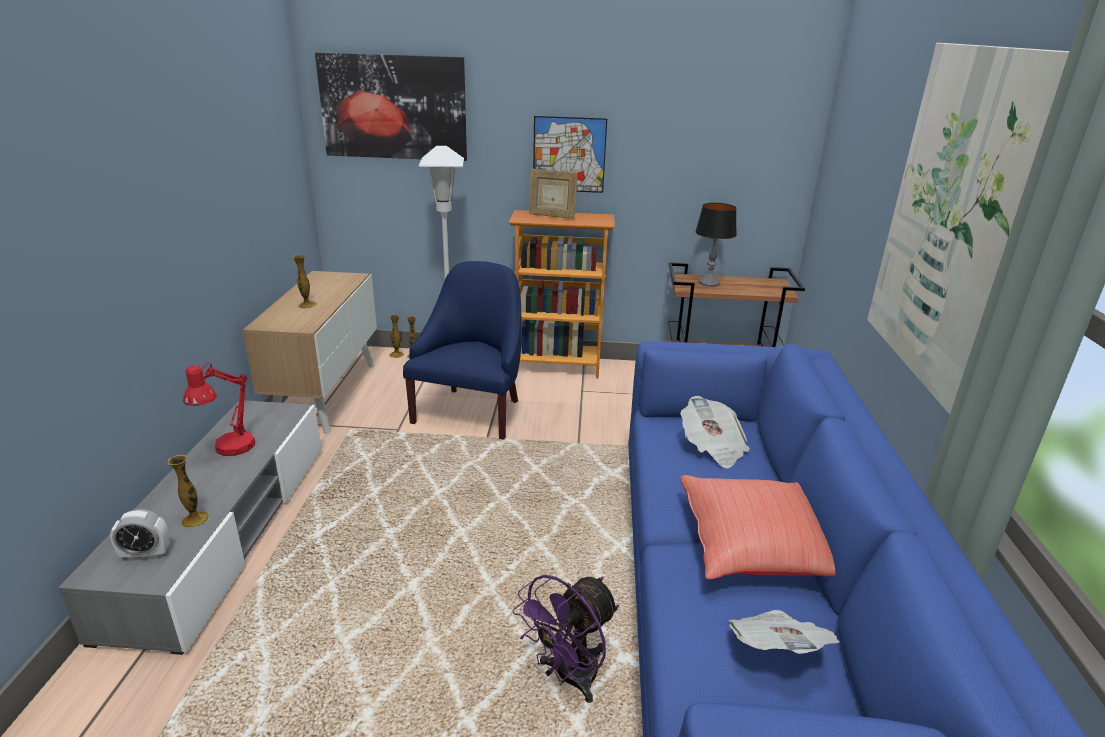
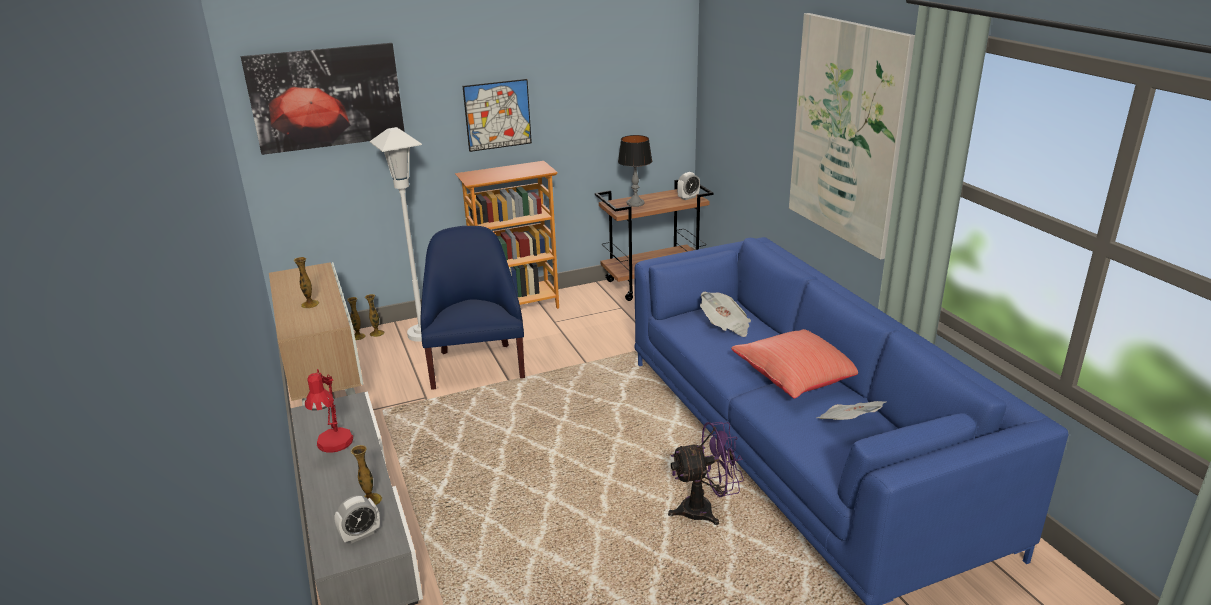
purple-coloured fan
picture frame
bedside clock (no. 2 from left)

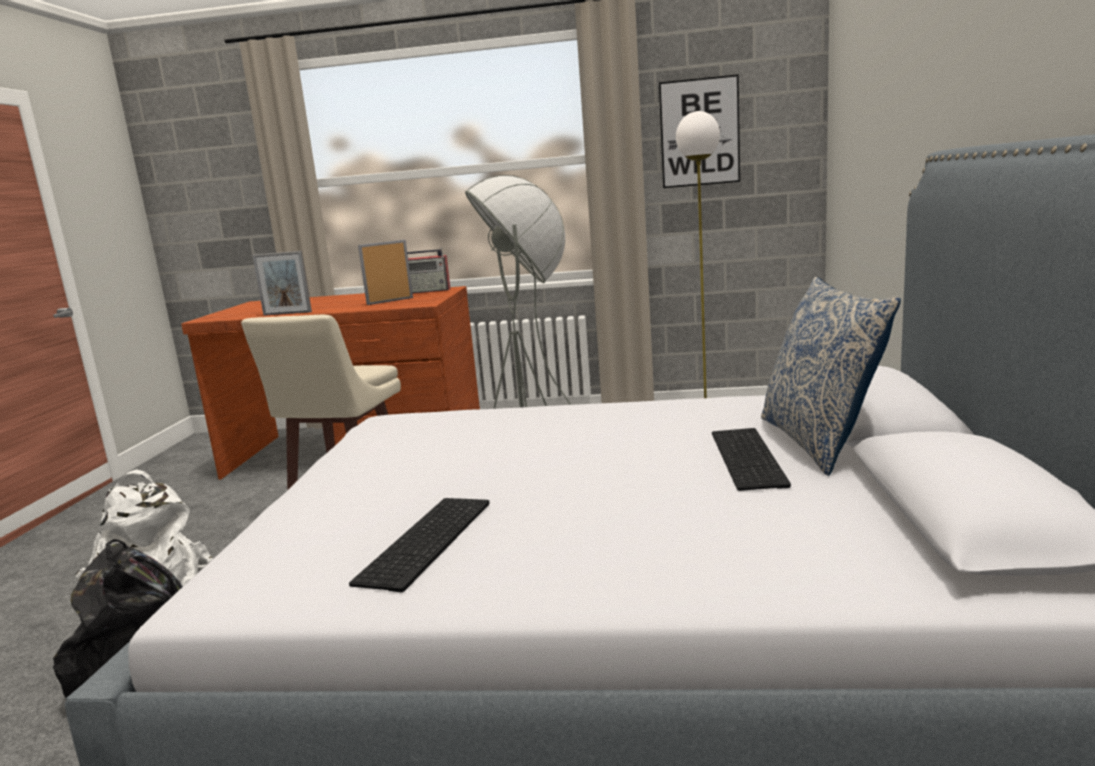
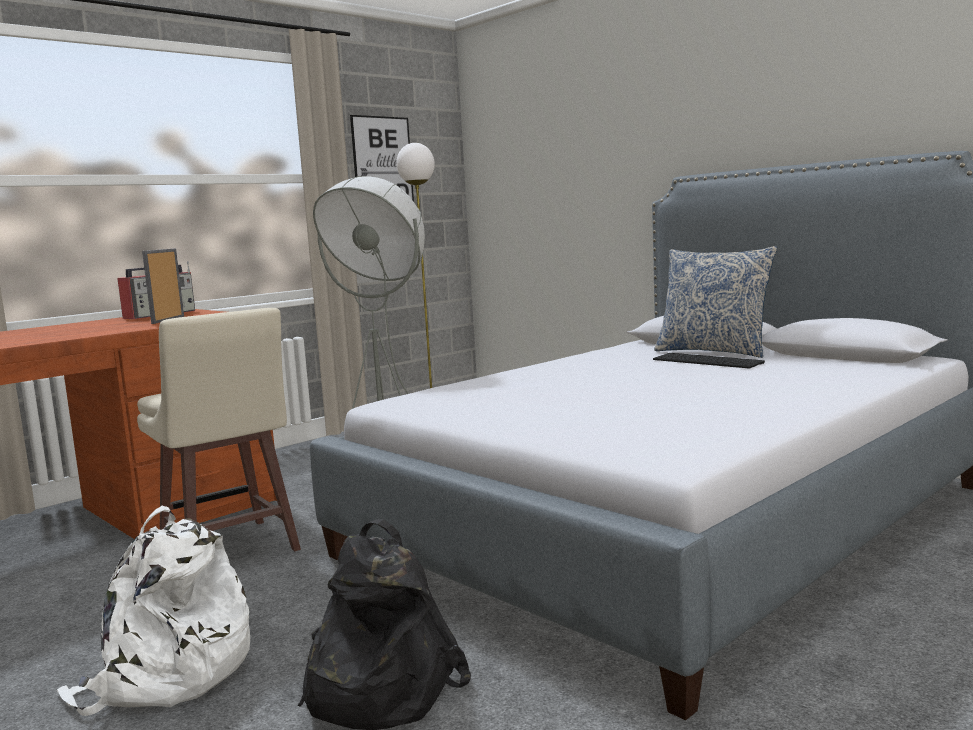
picture frame (no. 1 from left in the first image)
PC keyboard (no. 1 from left in the first image)

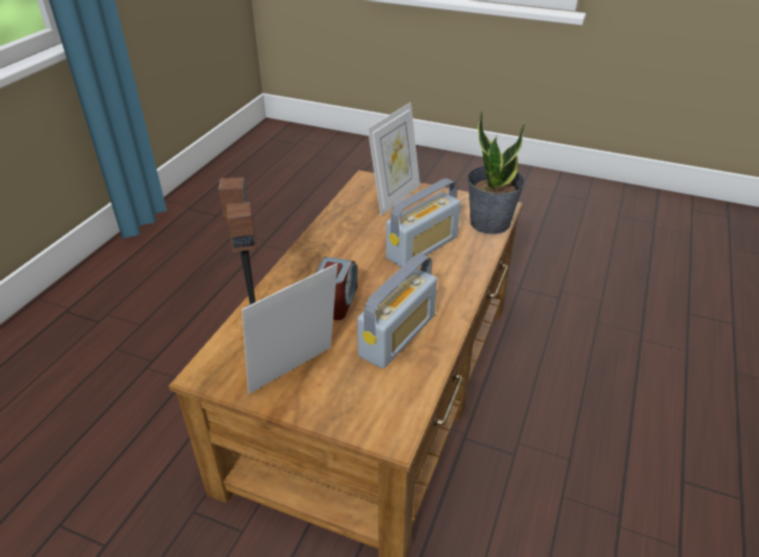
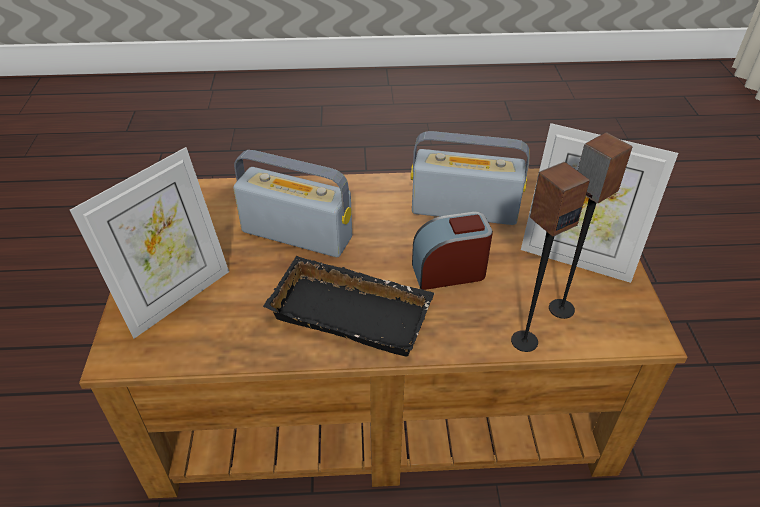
picture frame (no. 1 from left)
potted plant
blackish carrying tray

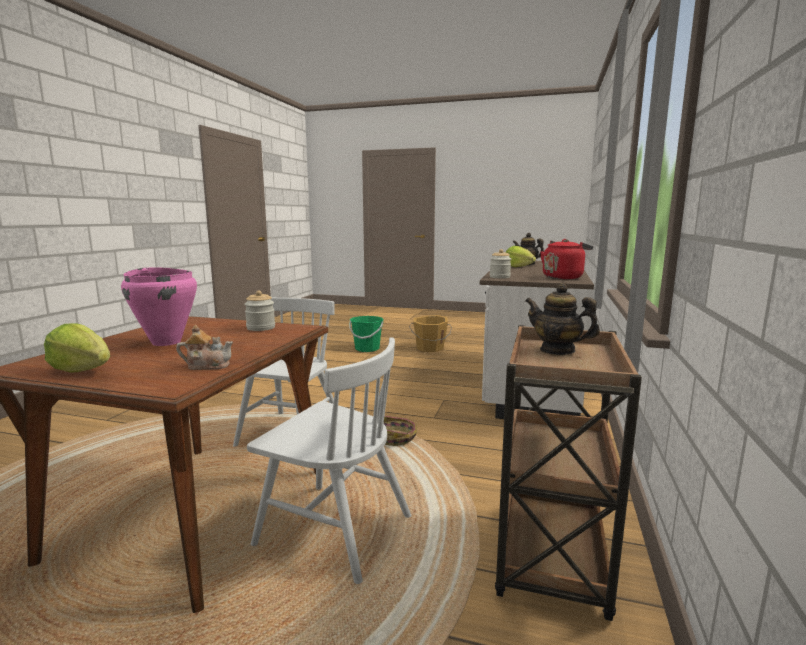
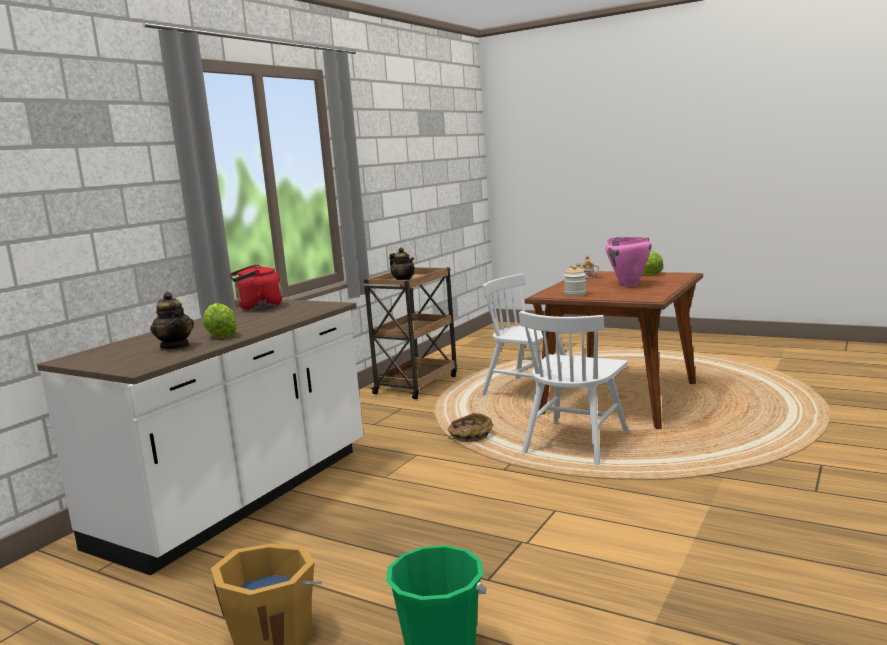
storage jar (no. 2 from left in the first image)

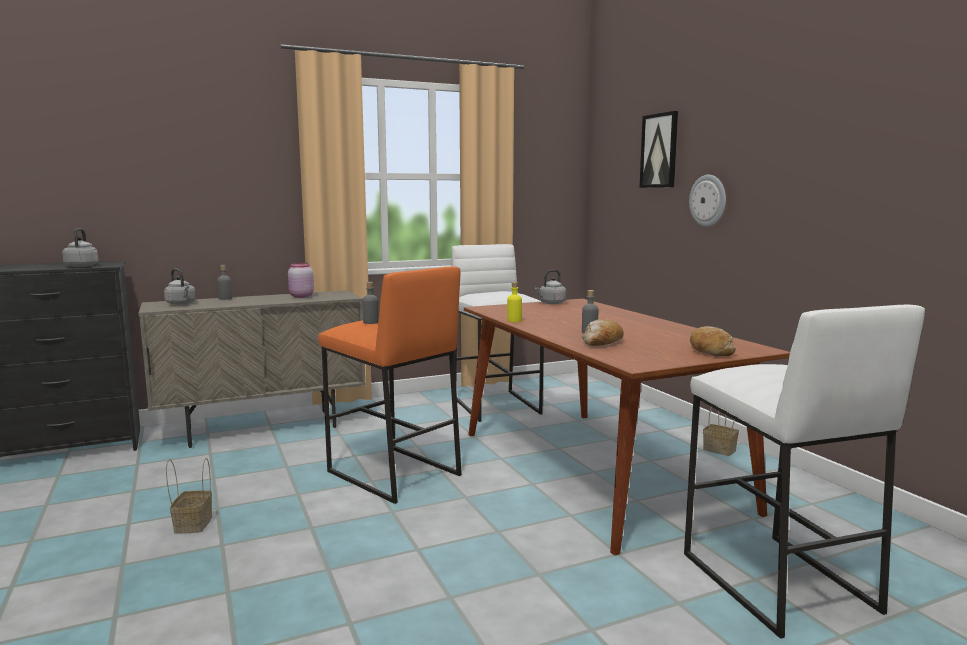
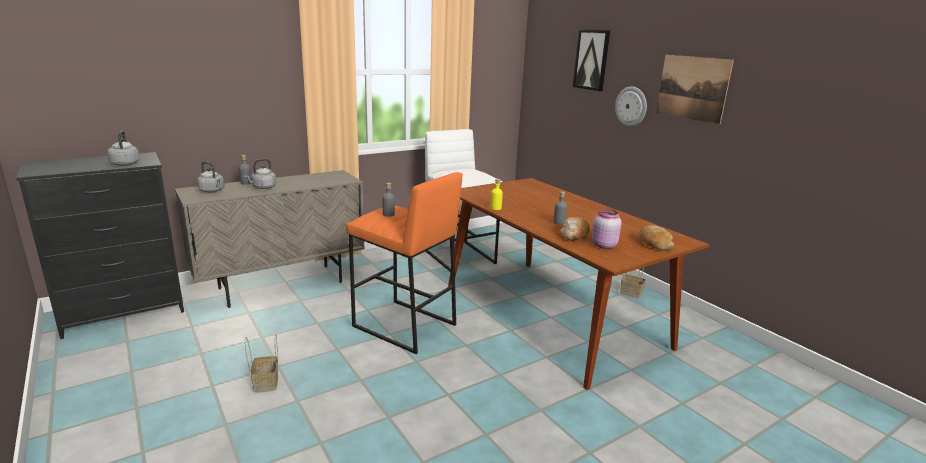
pink-coloured storage jar
greyish water kettle (no. 3 from left)
whitish stool (no. 2 from left in the first image)
picture (no. 2 from left)

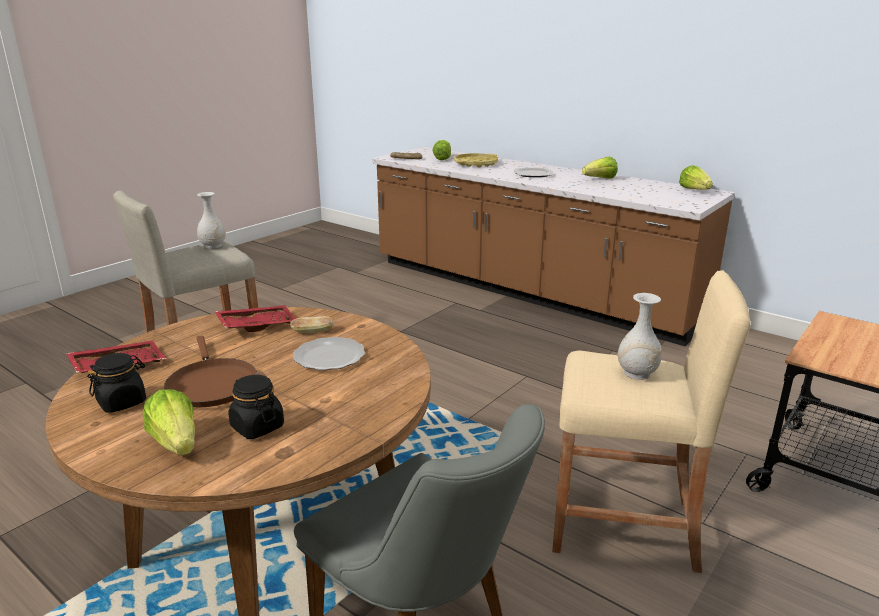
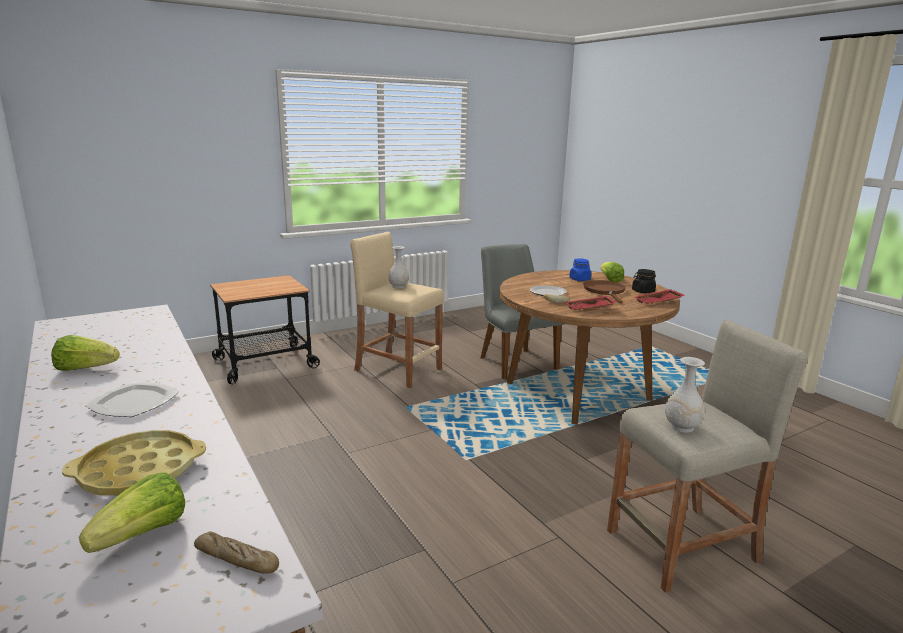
blue storage jar
head of lettuce (no. 4 from left in the first image)

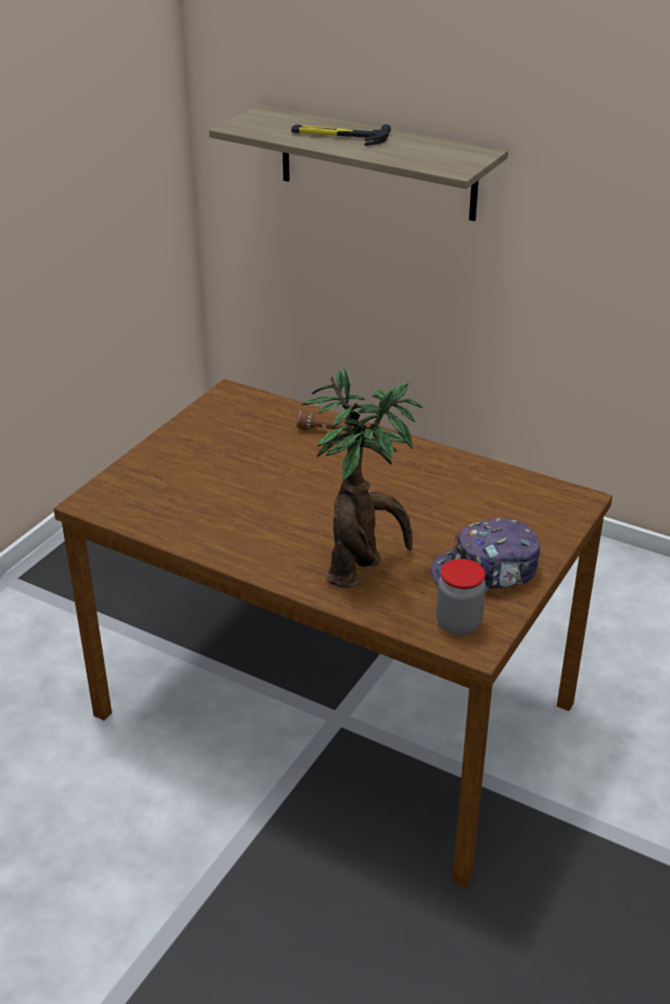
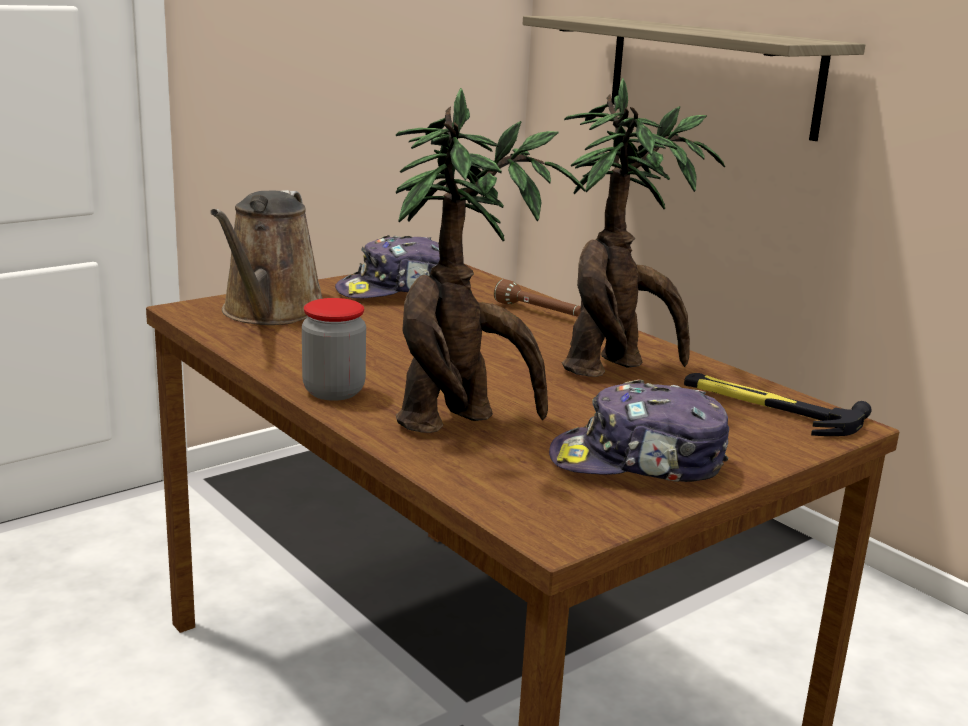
hammer
storage jar
brown-coloured sprinkling can
peaked cap (no. 1 from left)
potted plant (no. 2 from left)

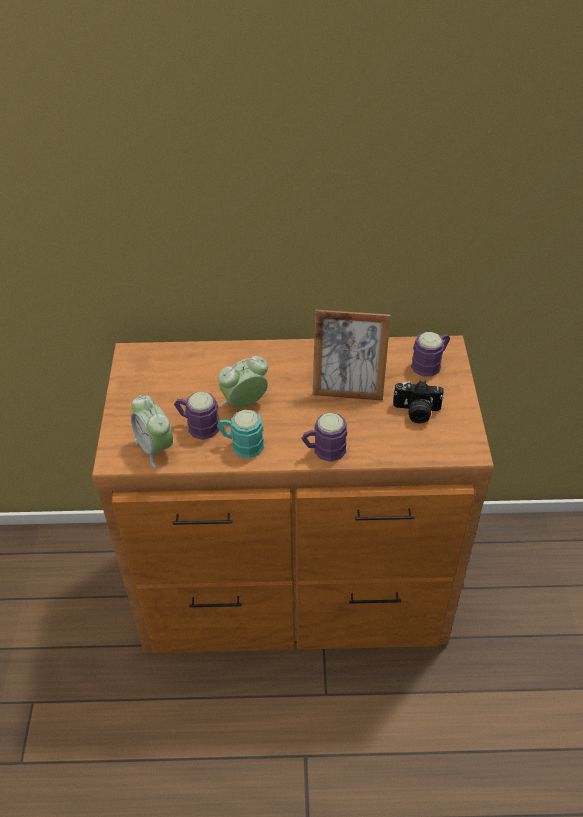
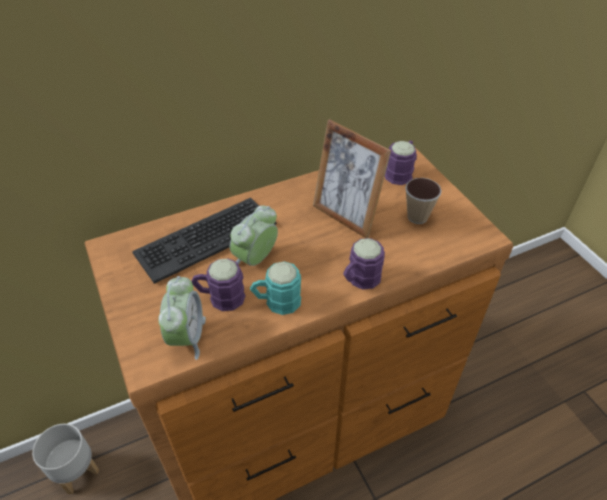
bedside clock (no. 1 from left)
picture frame
small cup
greyish flower pot
PC keyboard

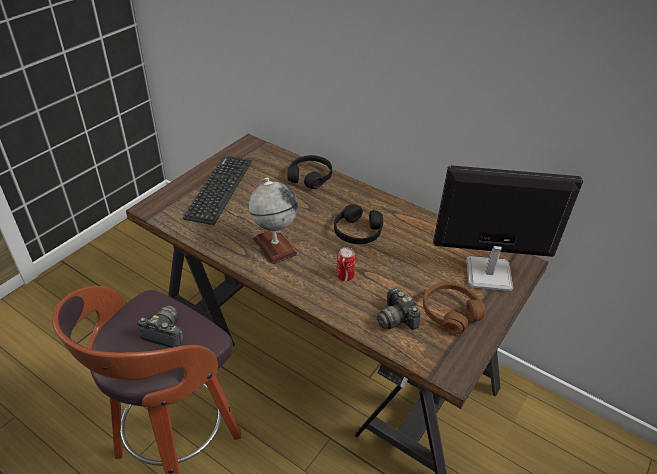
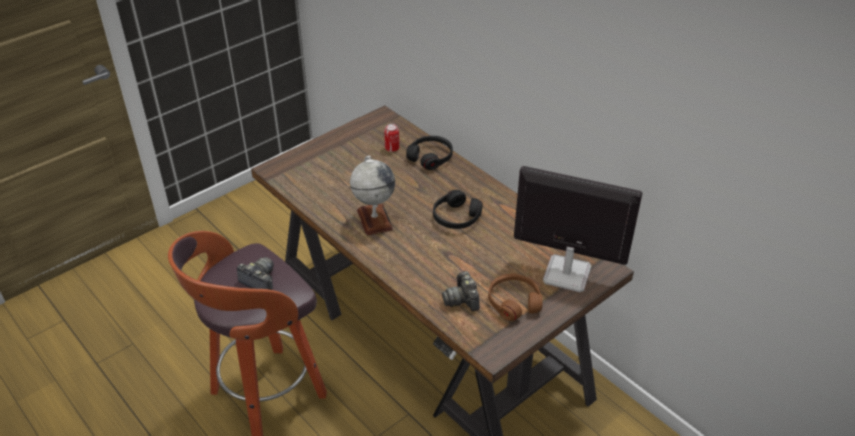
PC keyboard
metal can

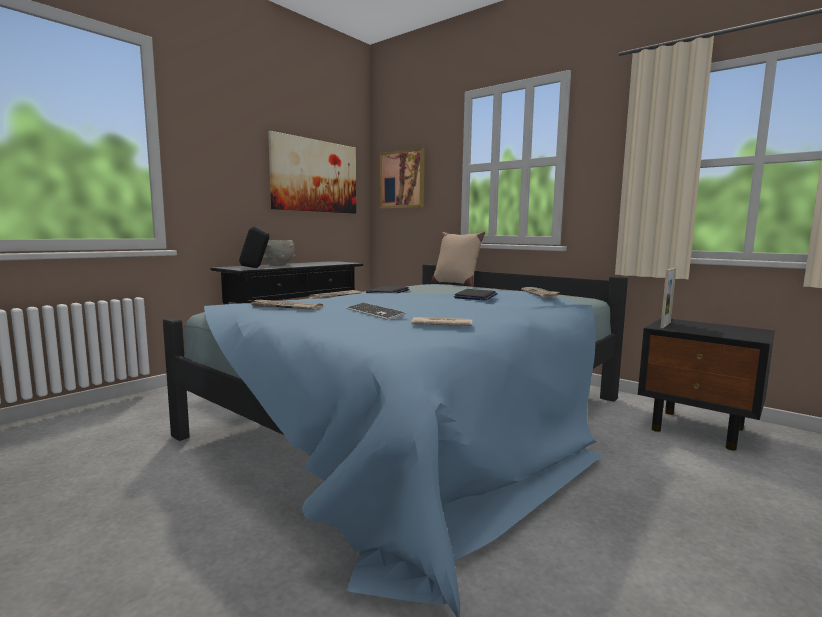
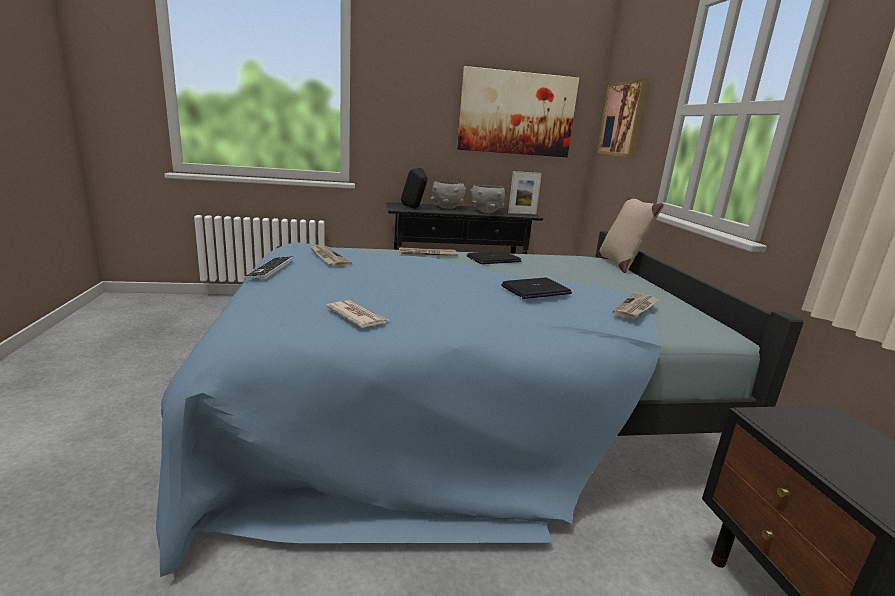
PC keyboard
picture frame
greyish bowl (no. 2 from left)

